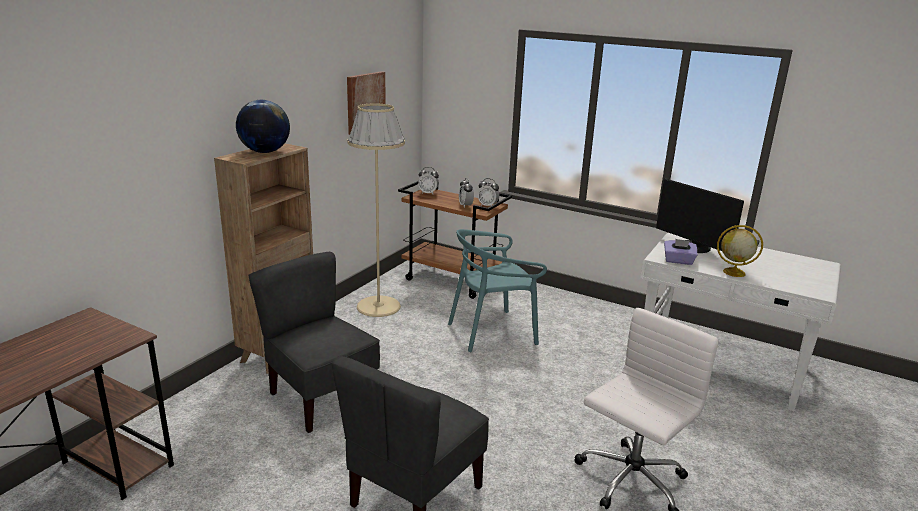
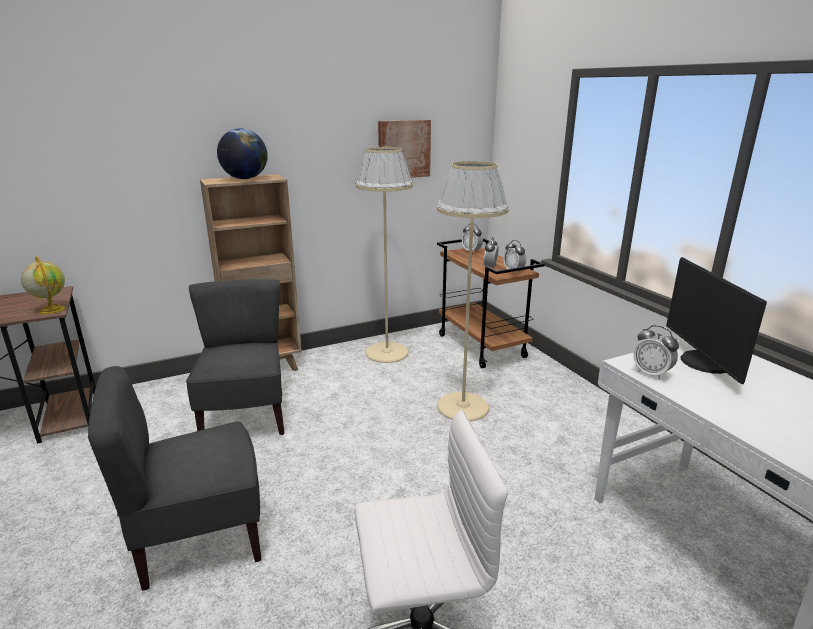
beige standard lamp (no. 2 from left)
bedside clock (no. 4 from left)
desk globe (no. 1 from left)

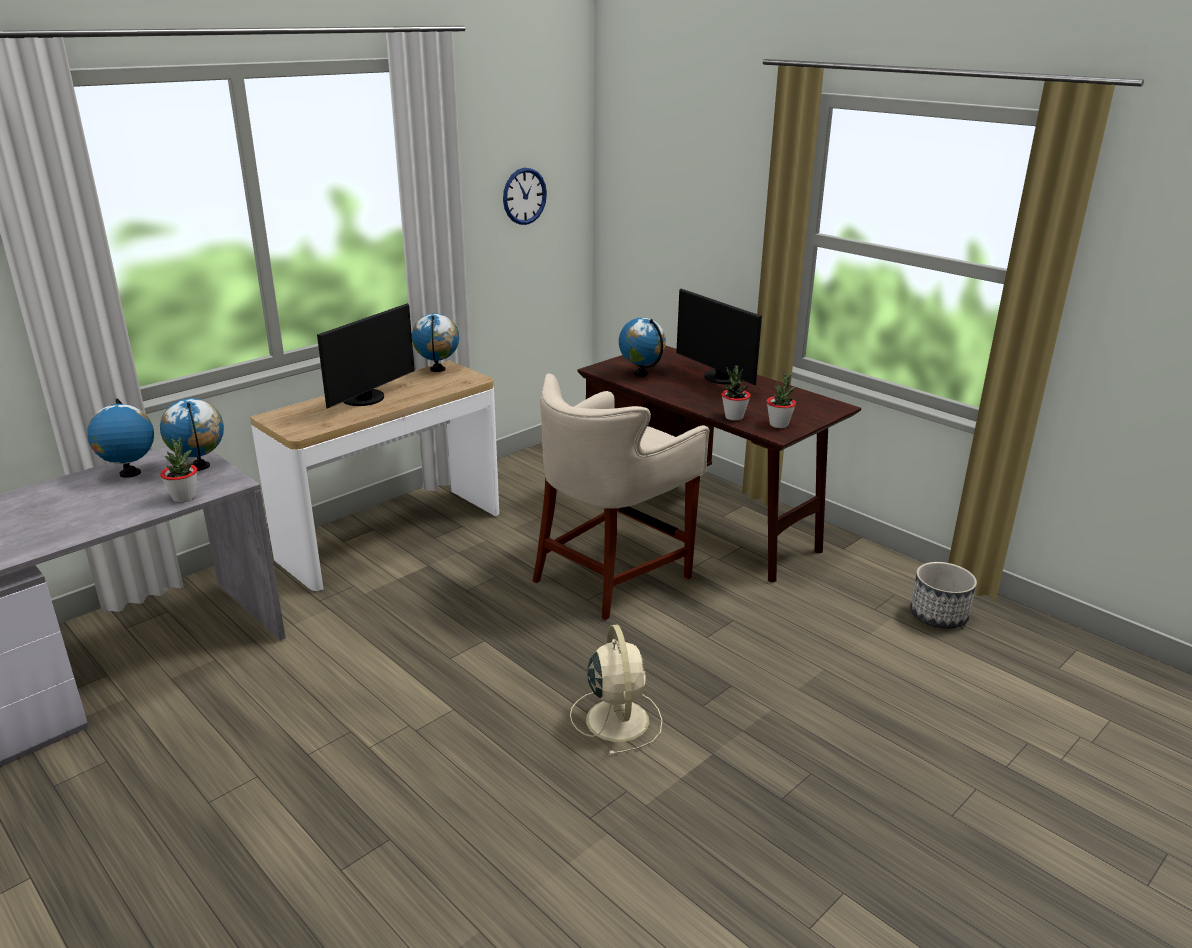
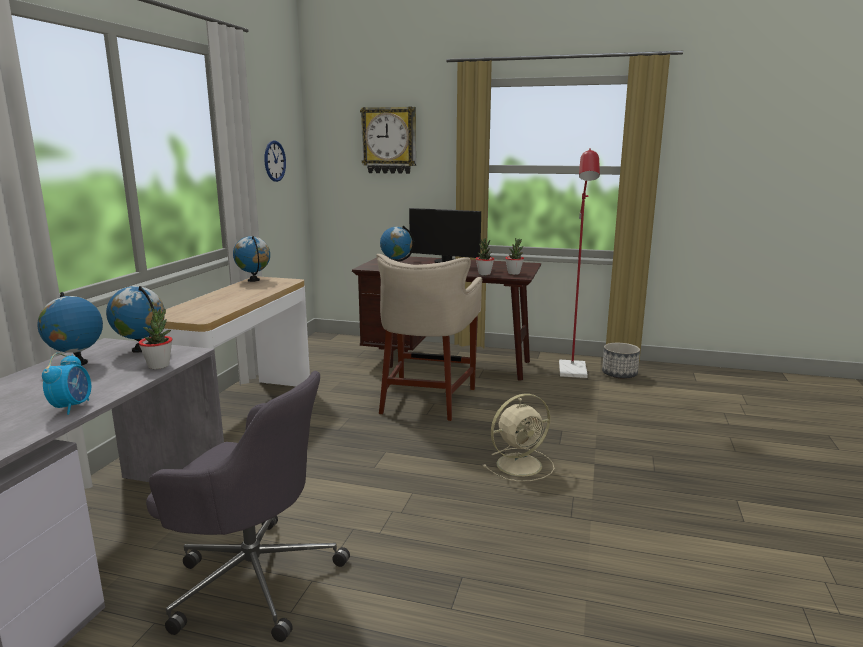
computer display (no. 1 from left in the first image)
beige fan
bedside clock
greyish computer chair
wall clock (no. 2 from left)
red standard lamp

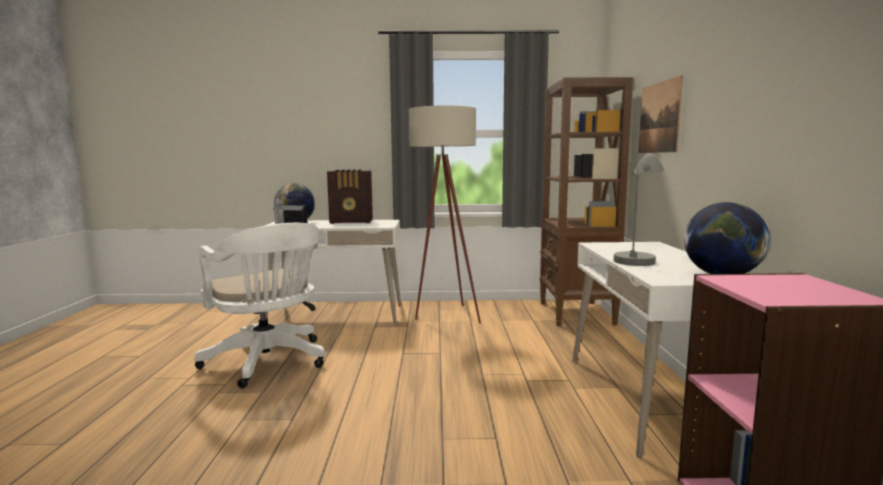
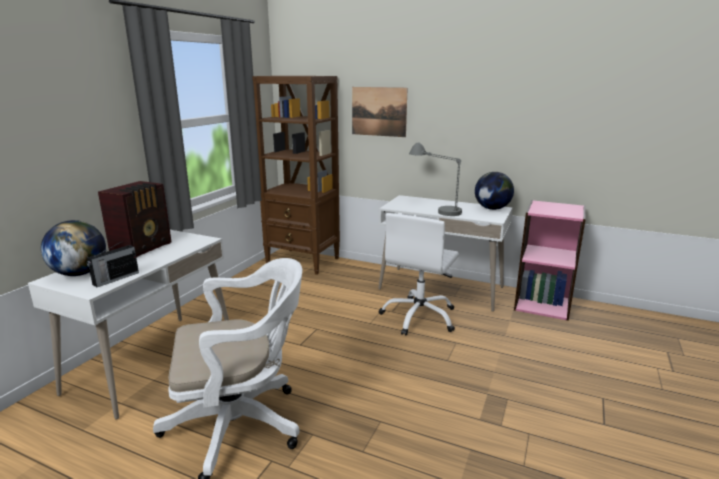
beige standard lamp
whitish computer chair (no. 2 from left)

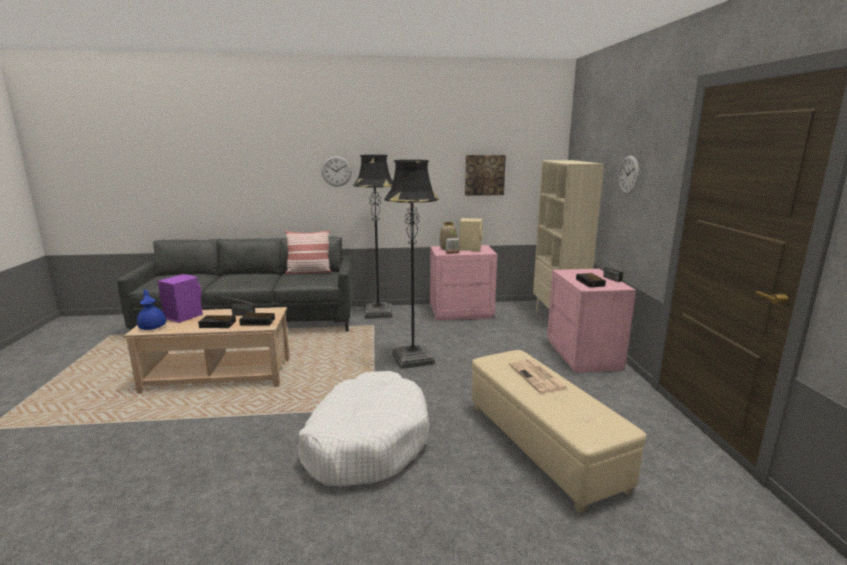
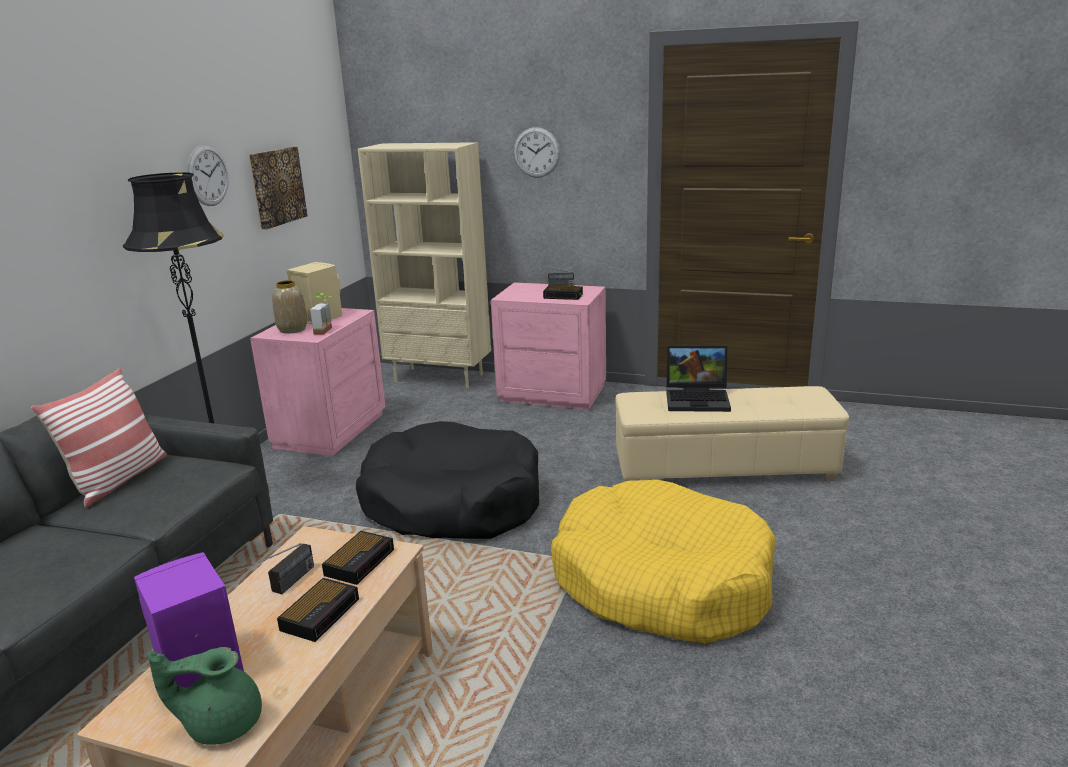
green tea pot
yellow dog bed
wall clock (no. 1 from left)
blackish dog bed
laptop

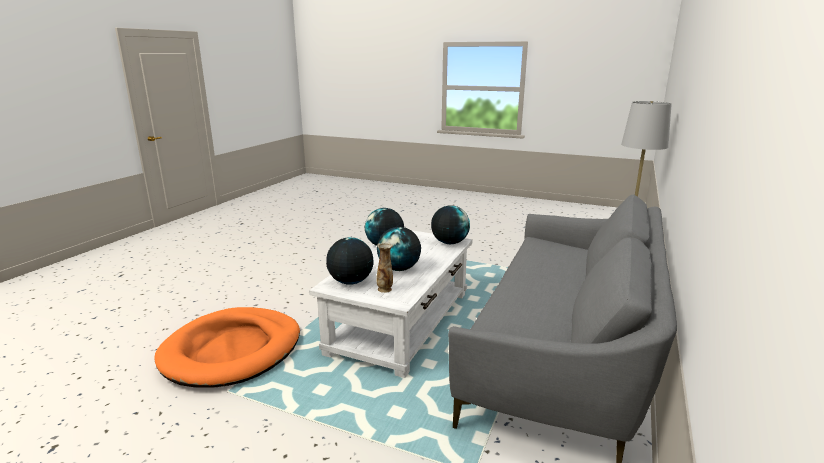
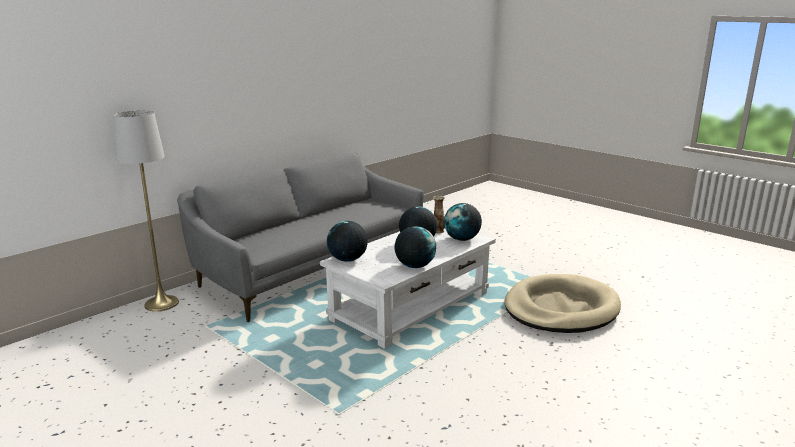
beige dog bed

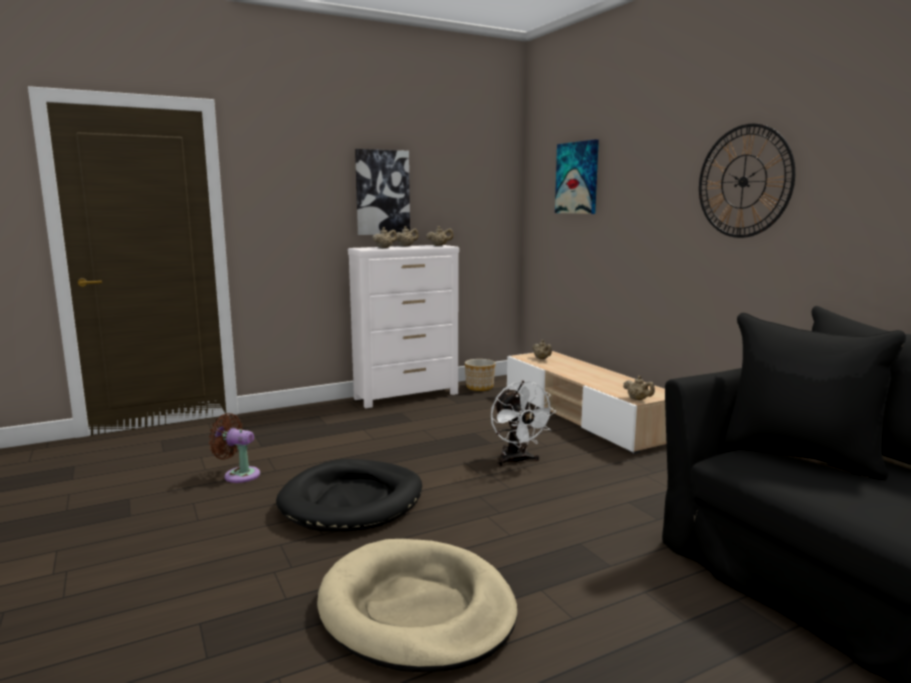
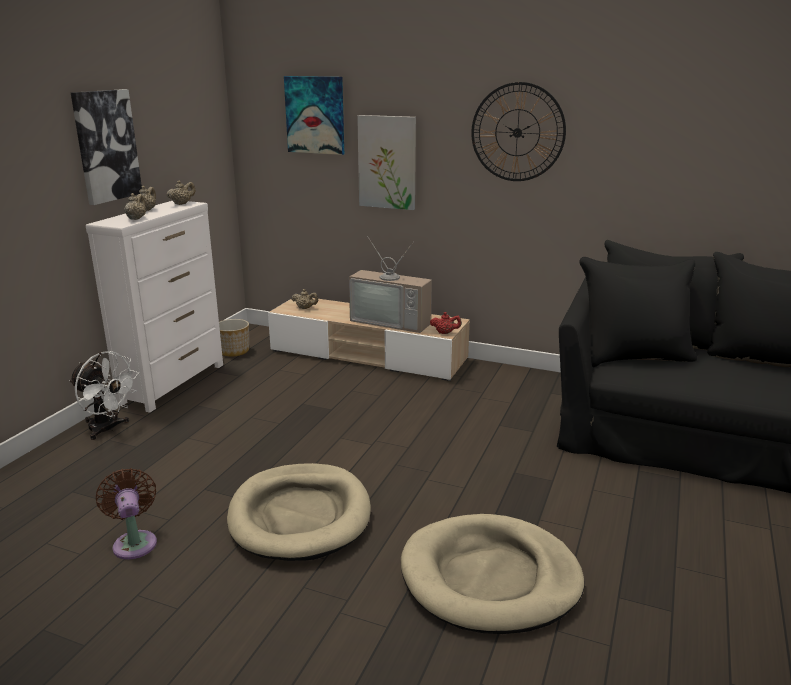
brown-coloured fan
beige dog bed (no. 1 from left)
whitish fan
red tea pot
TV set
picture (no. 3 from left)

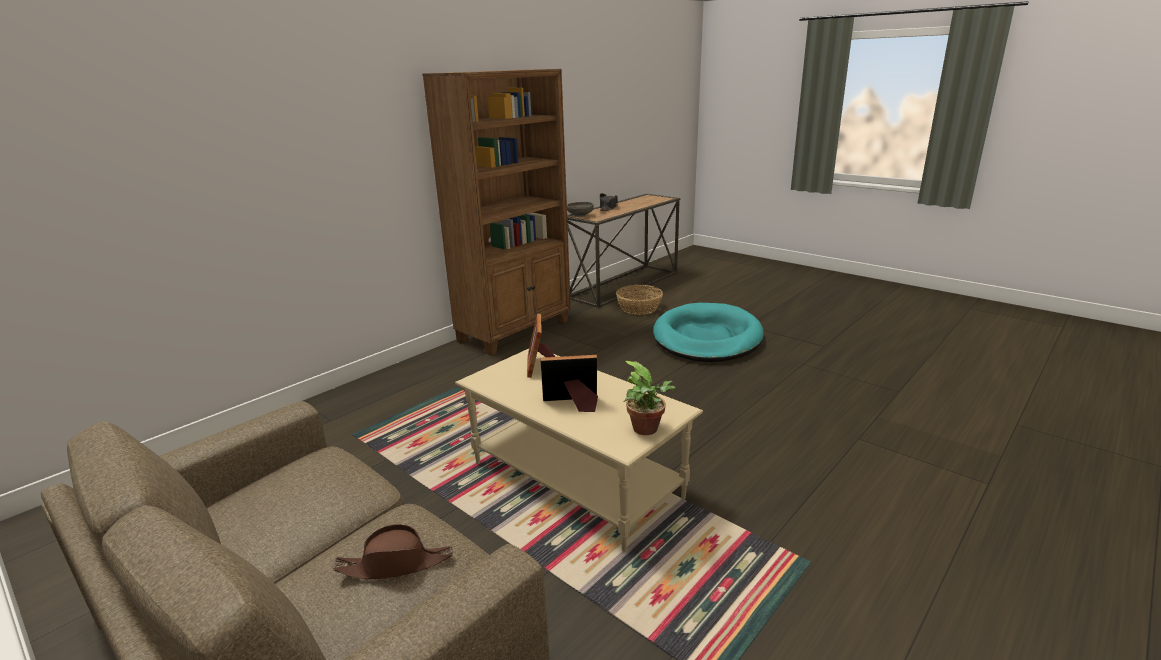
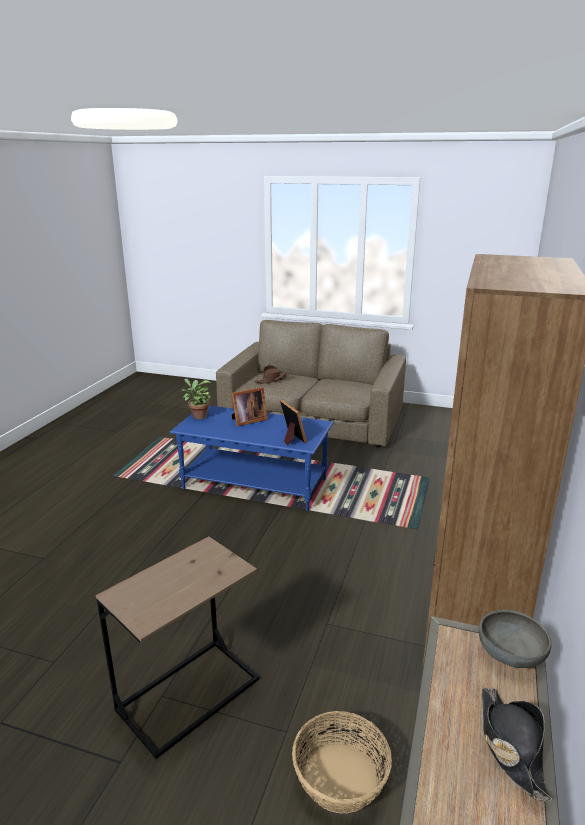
blue lounge table
brown-coloured accent table

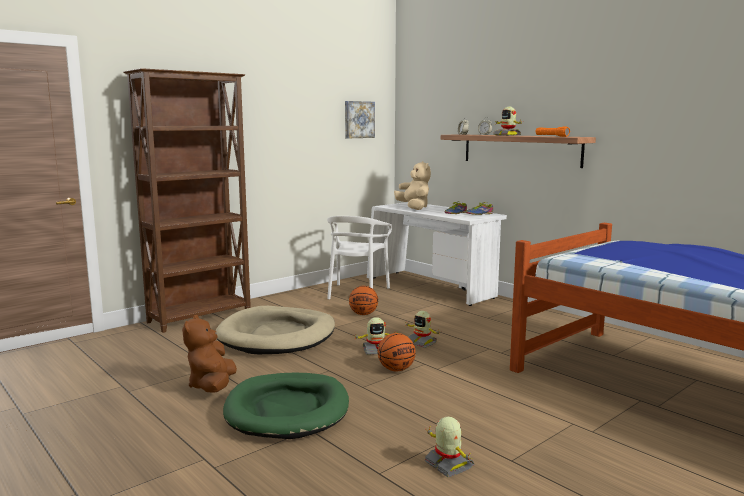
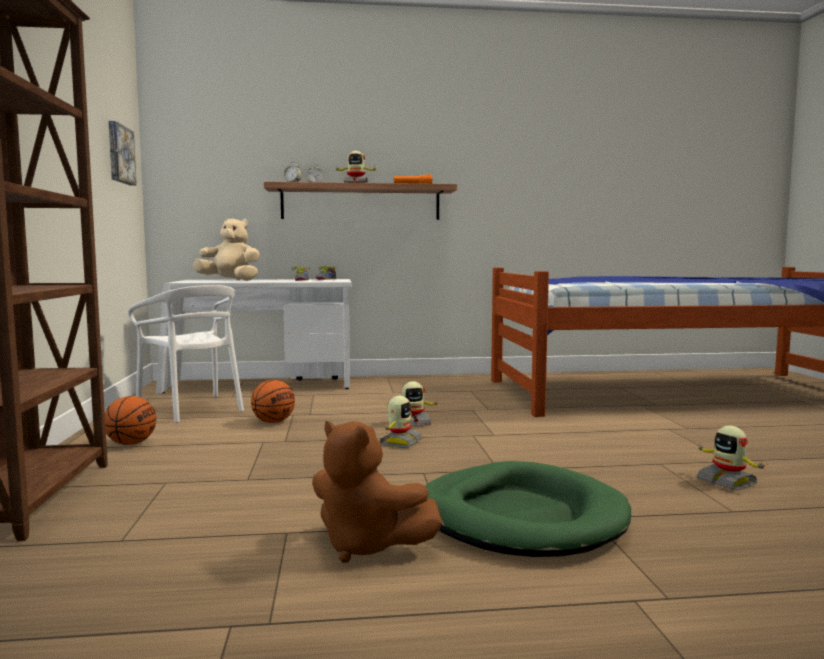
beige dog bed
basketball (no. 1 from left)
model robot (no. 4 from left)

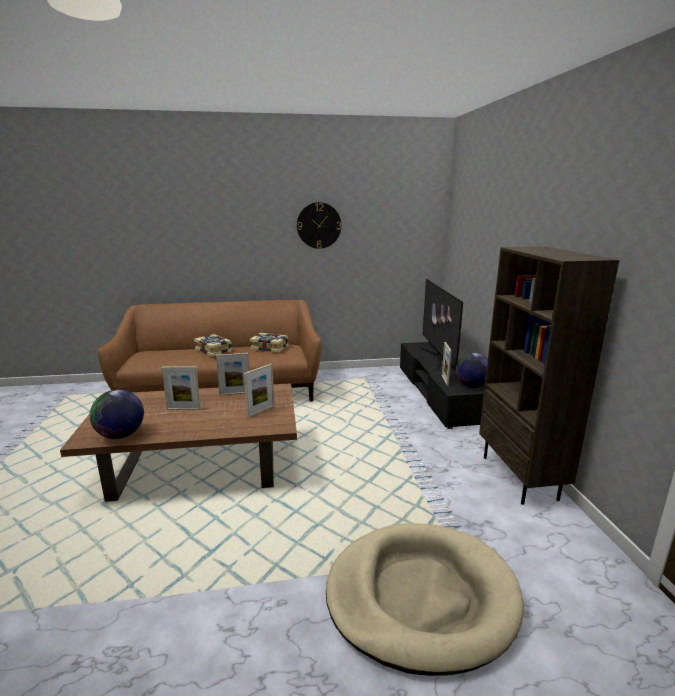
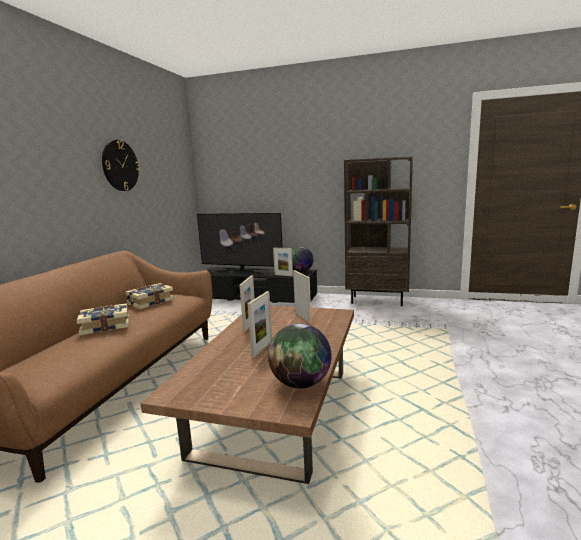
beige dog bed

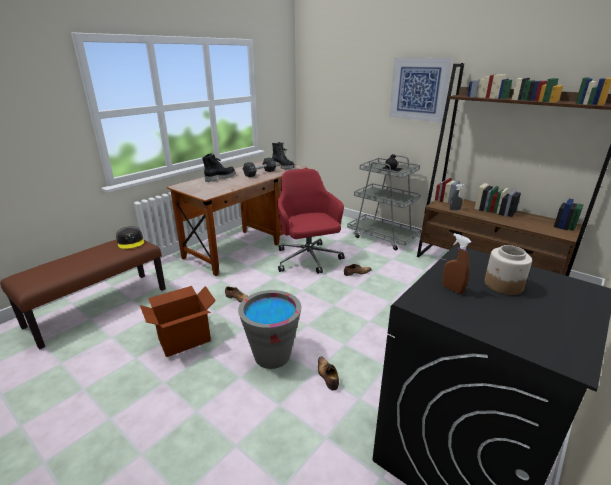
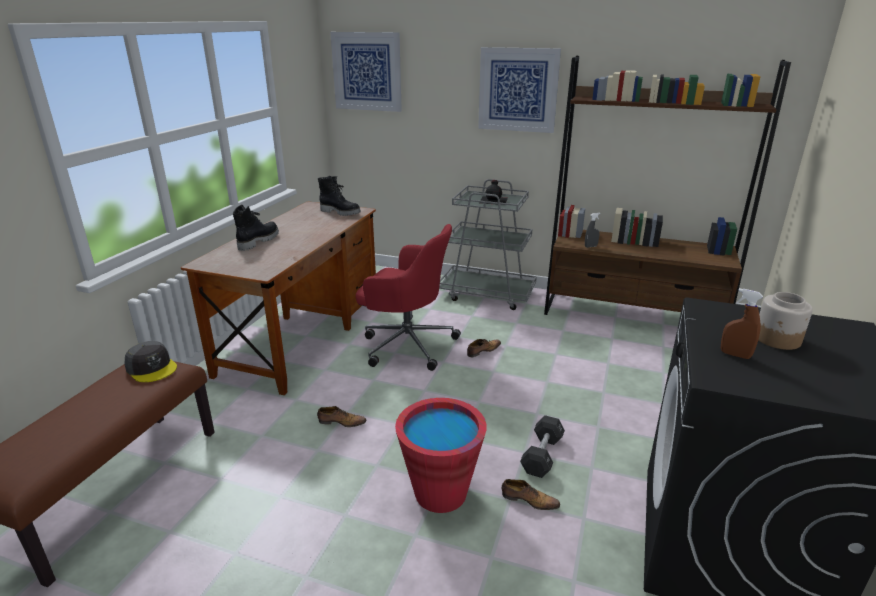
carton
red bucket
blackish hand weight
red computer chair
item of footwear (no. 3 from left)
picture (no. 1 from left)

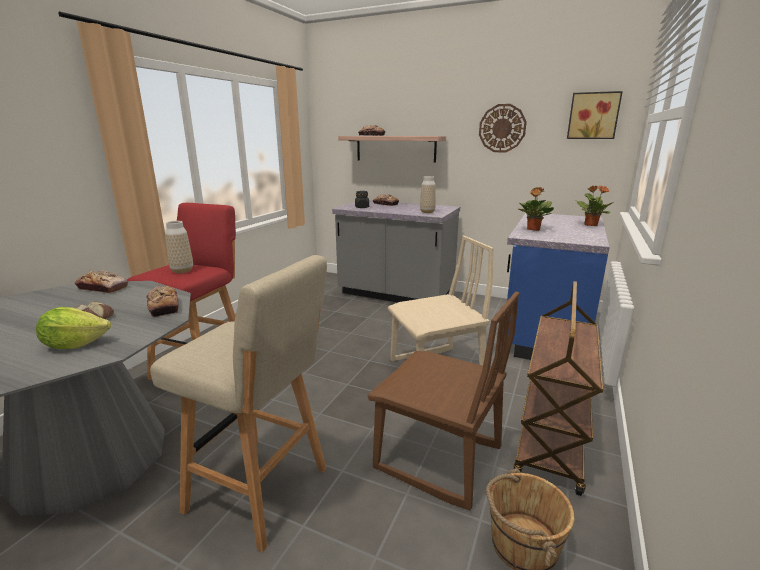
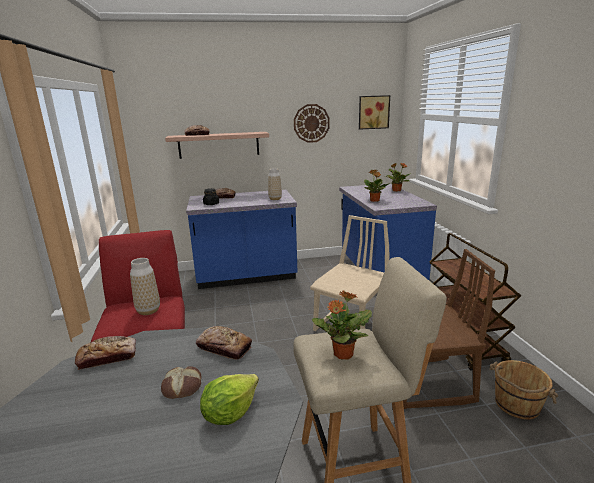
blue counter (no. 1 from left)
potted plant (no. 1 from left)

